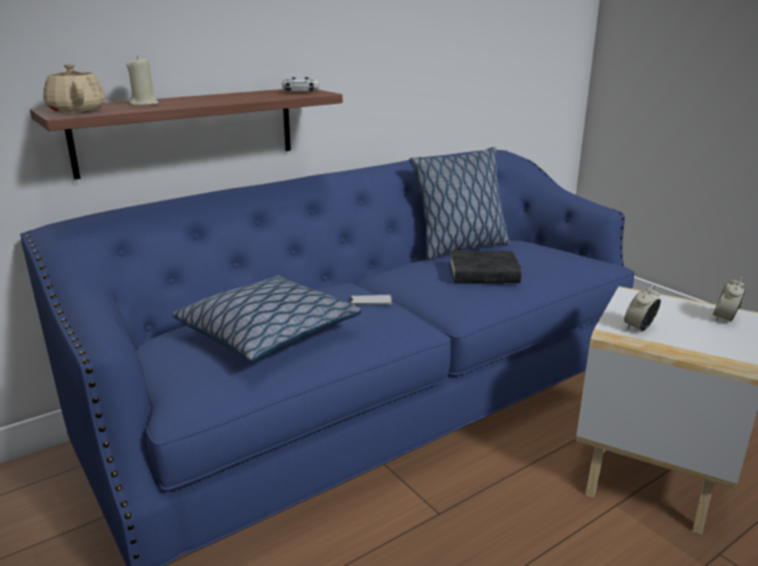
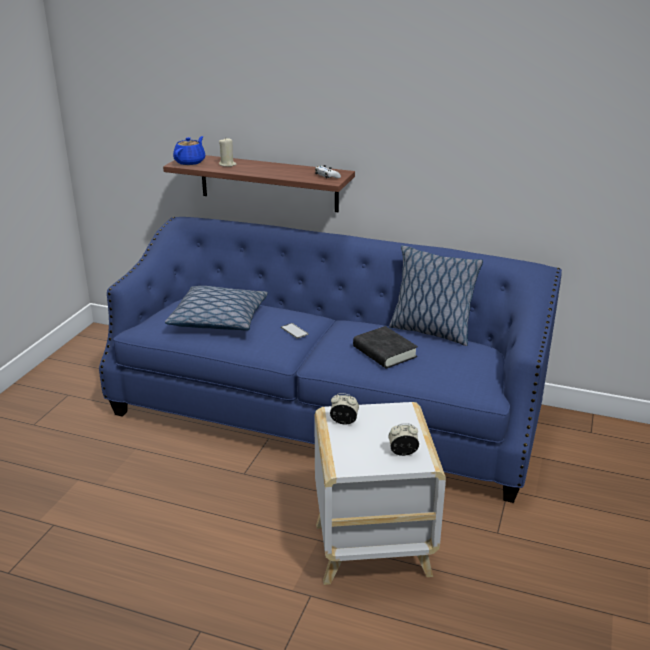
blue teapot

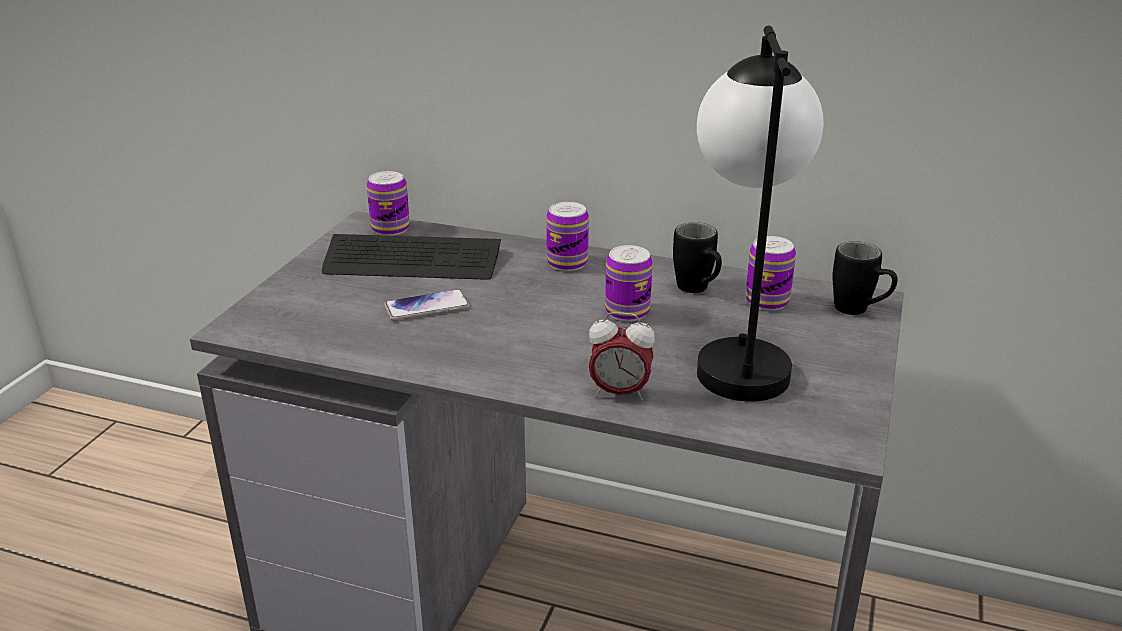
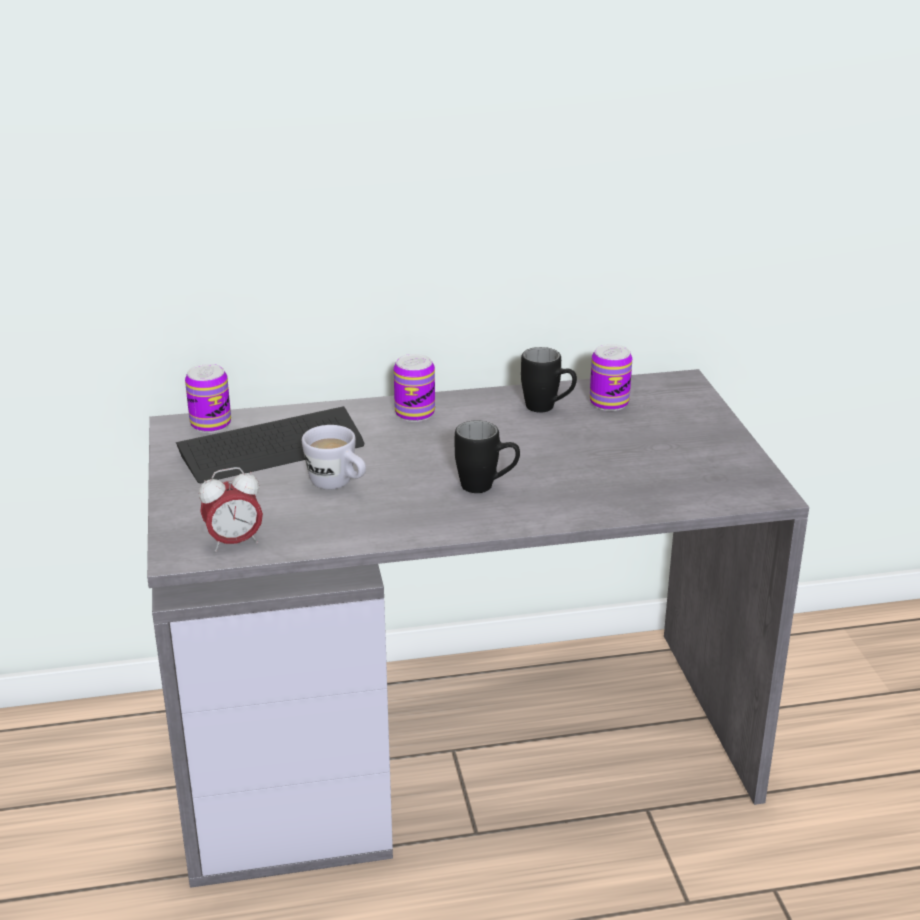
table lamp; black mug (1st from left); can (3rd from left in the first image); white mug; alarm clock

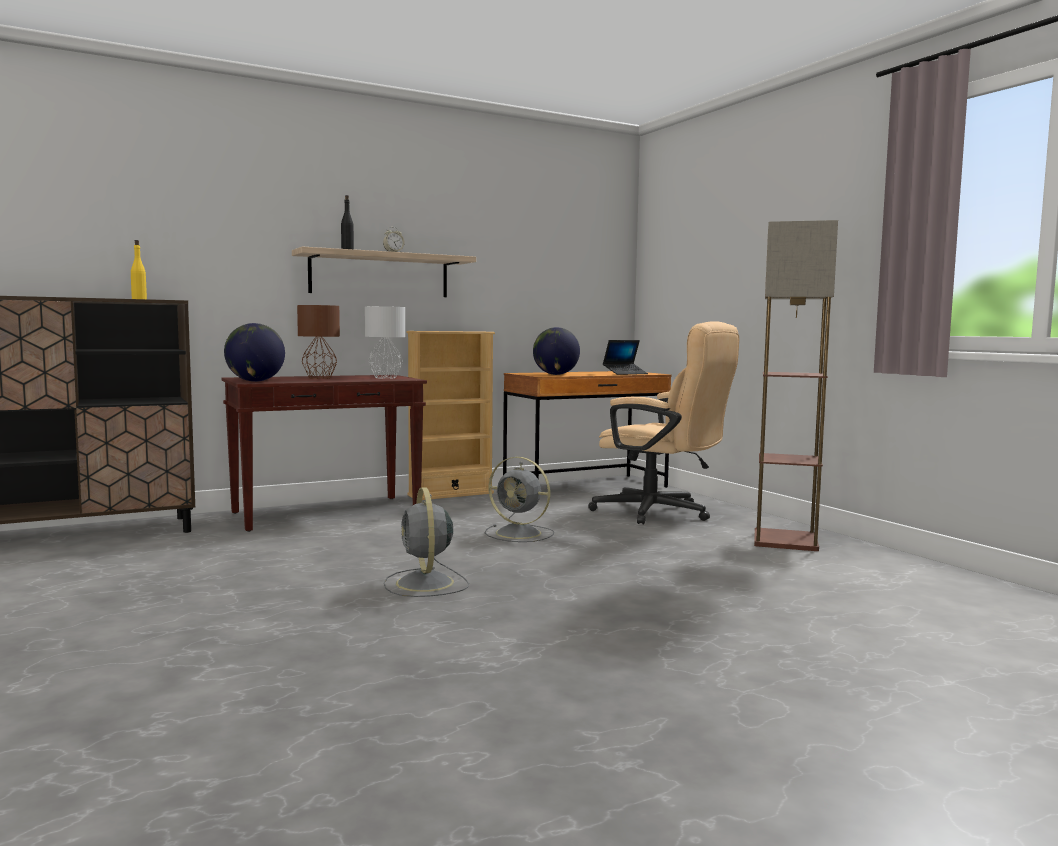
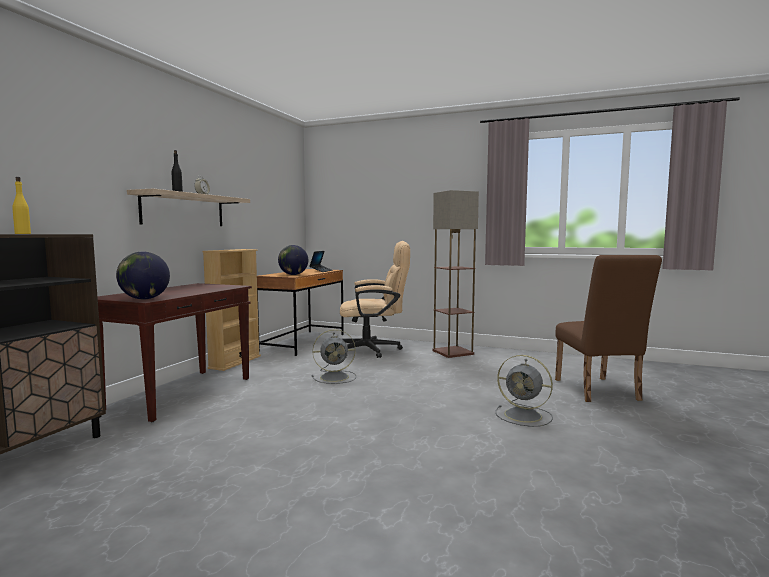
brown table lamp; grey table lamp; grey fan (2nd from left); brown chair

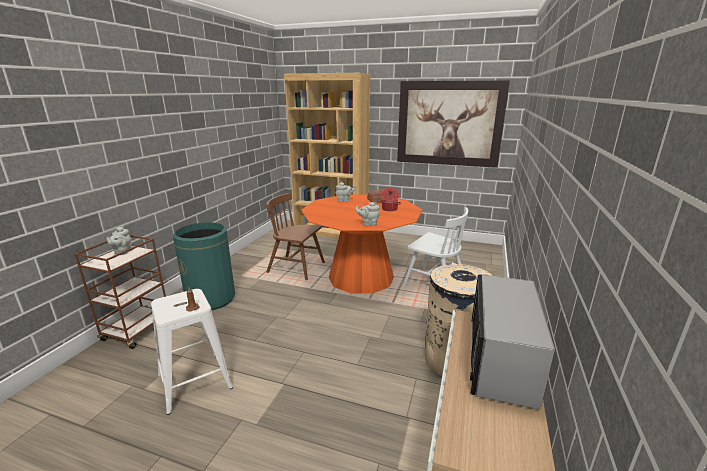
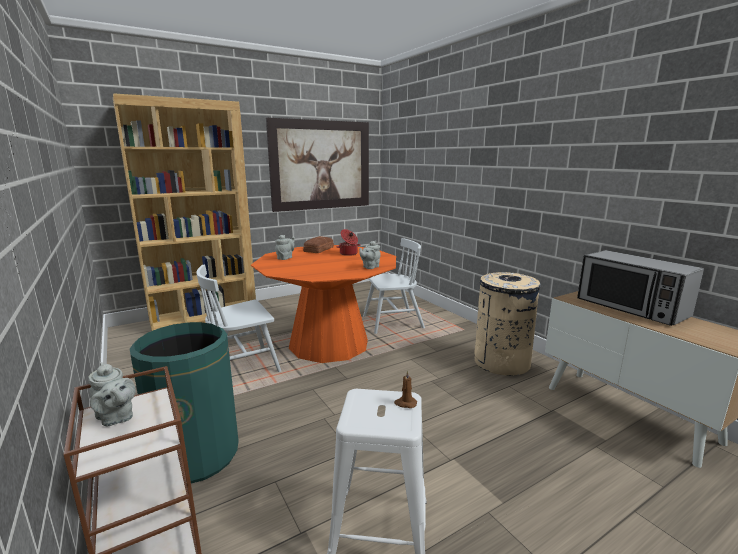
white chair (1st from left)

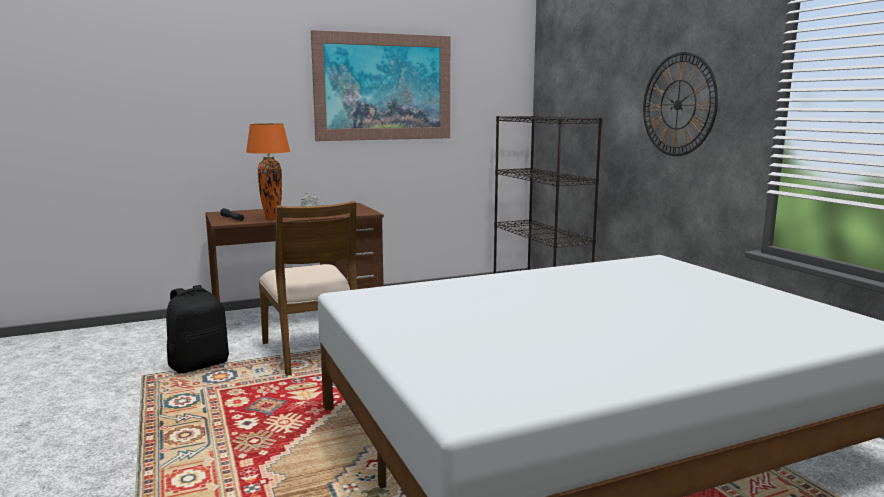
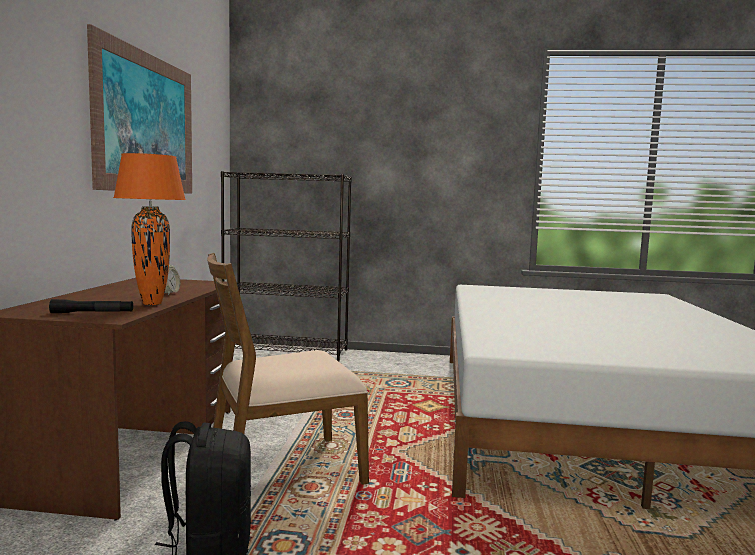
wall clock; brown chair

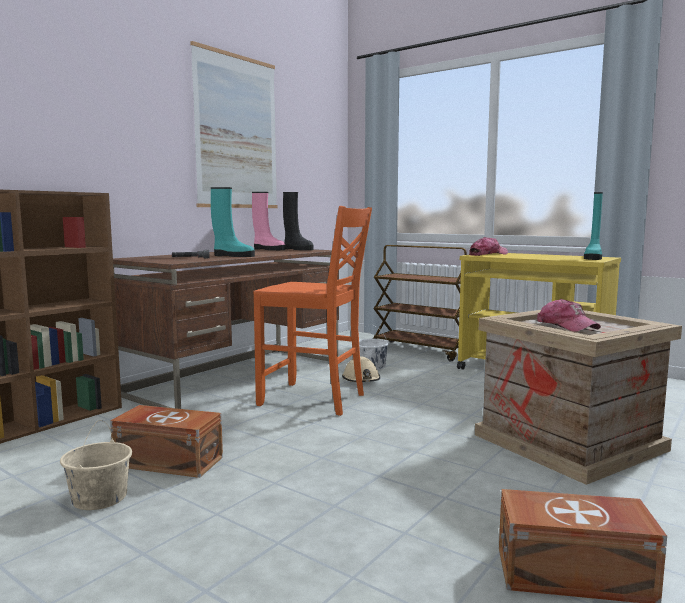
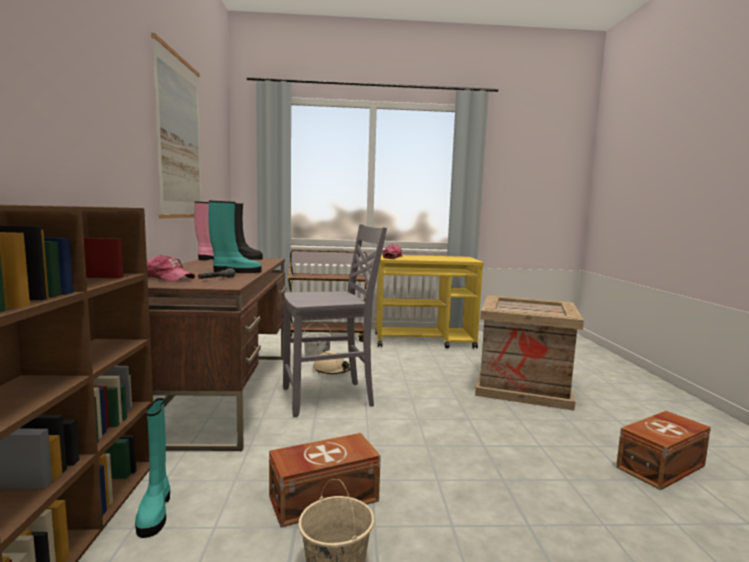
turquoise boot (1st from left); grey chair; cap (1st from left)

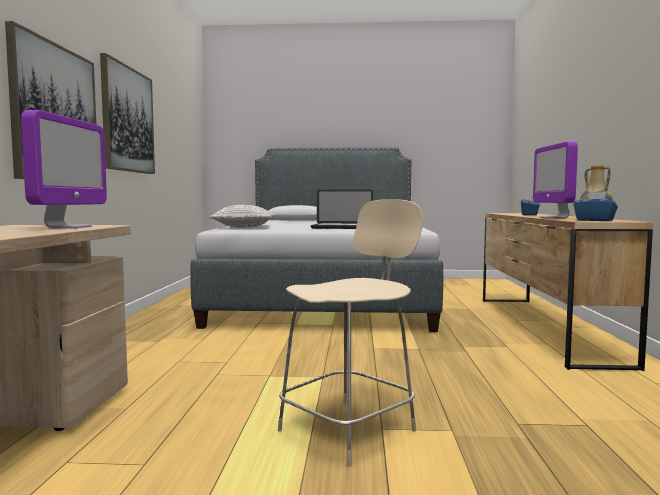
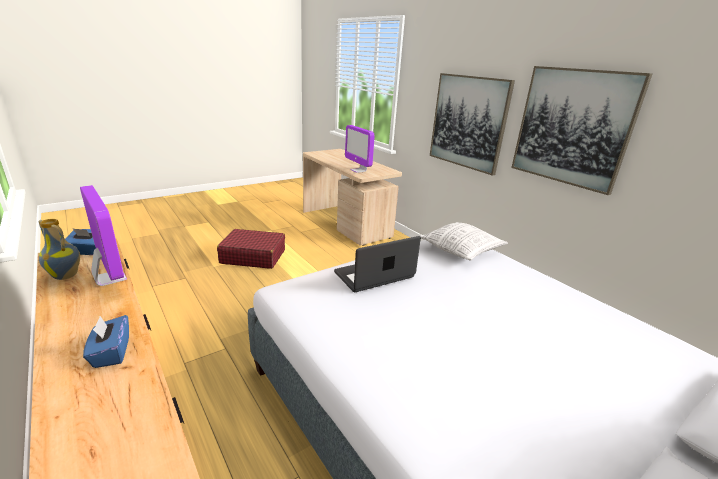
red suitcase

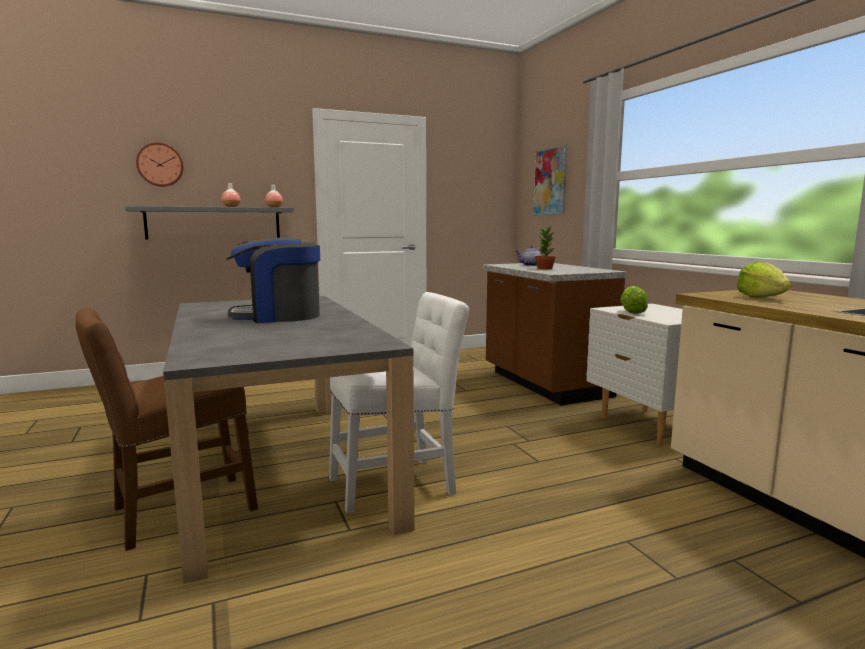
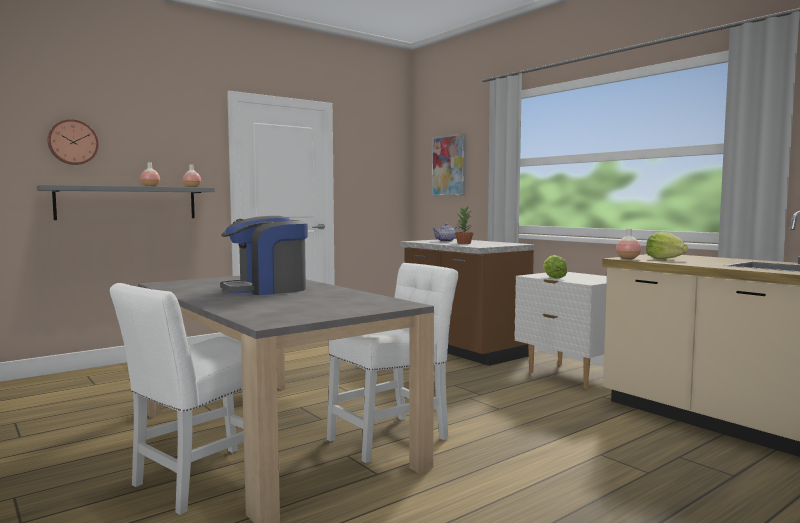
white chair (1st from left); vase (3rd from left)

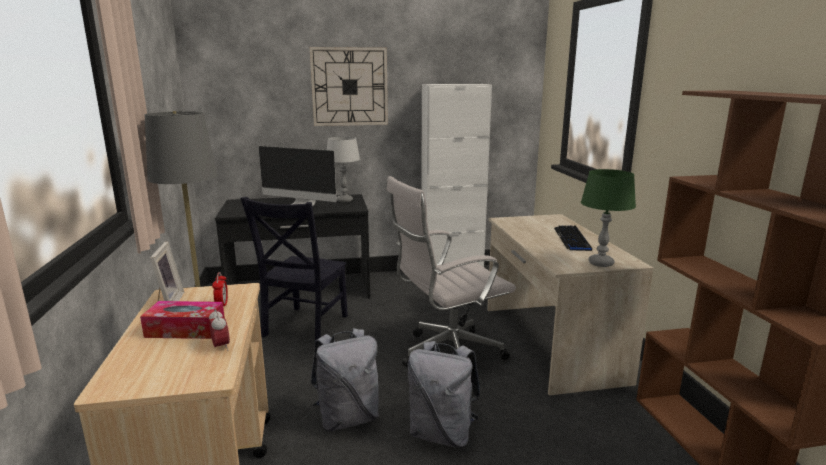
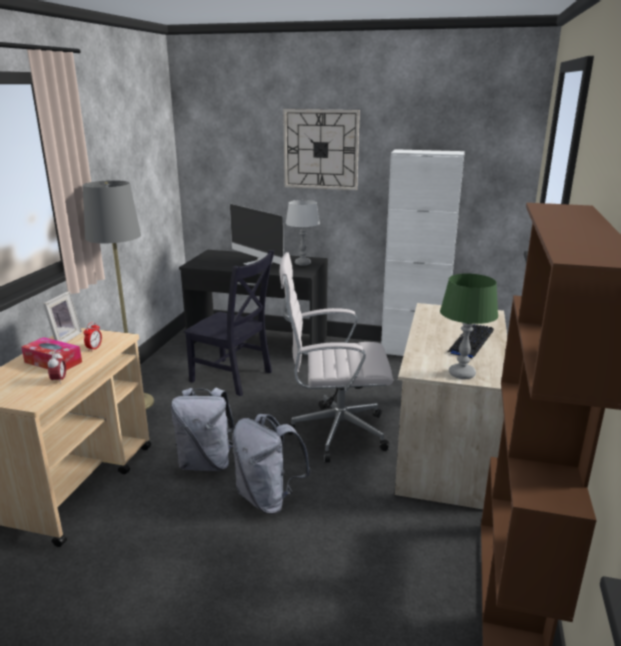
black chair

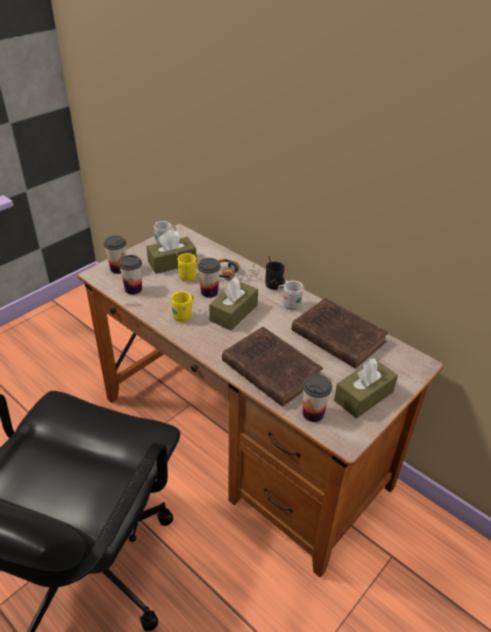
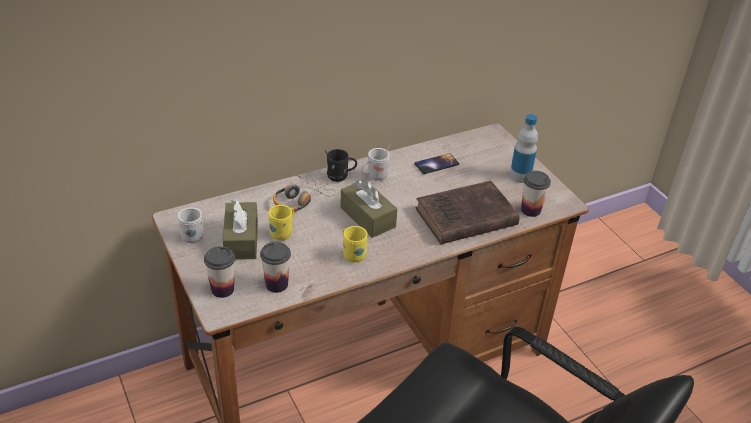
cup (3rd from left in the first image); phone; bottle

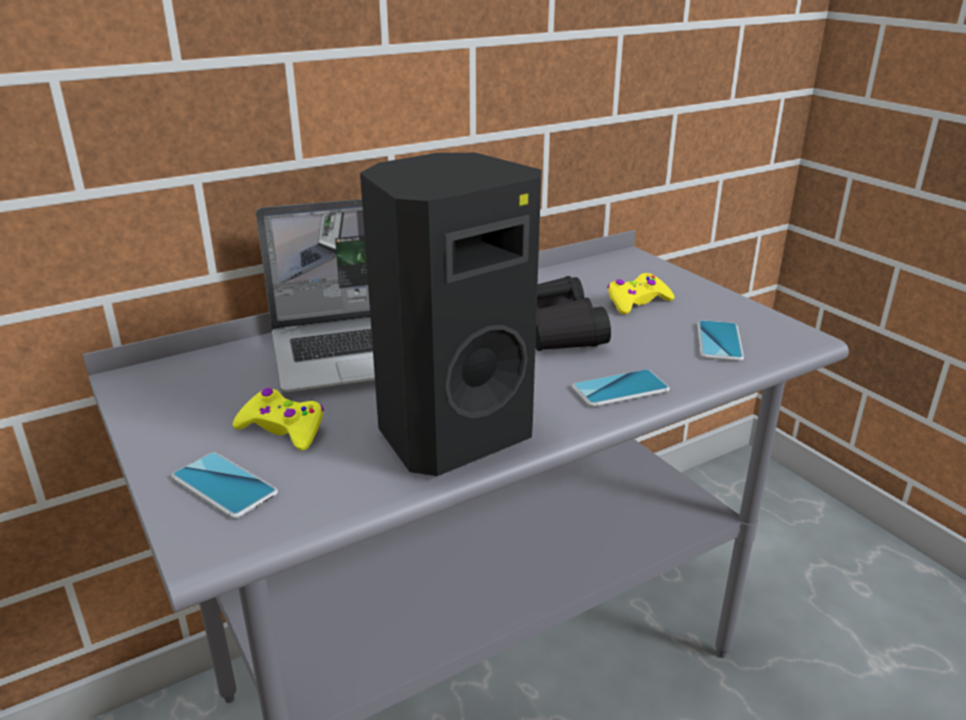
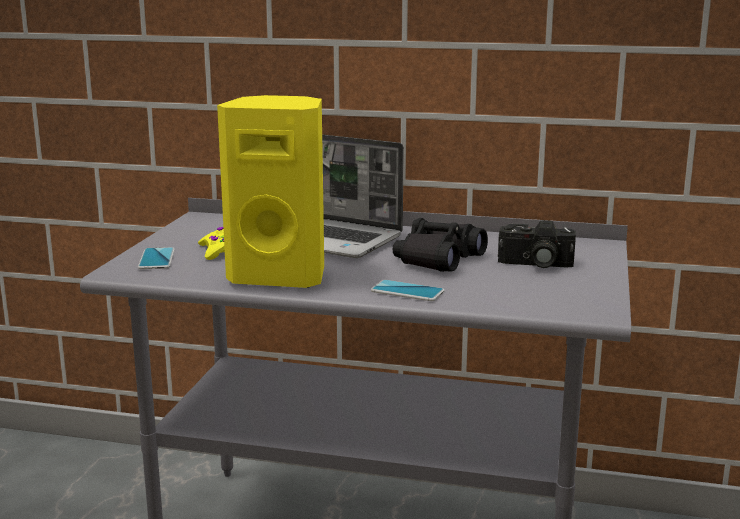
yellow speaker; photo camera; phone (3rd from left in the first image)

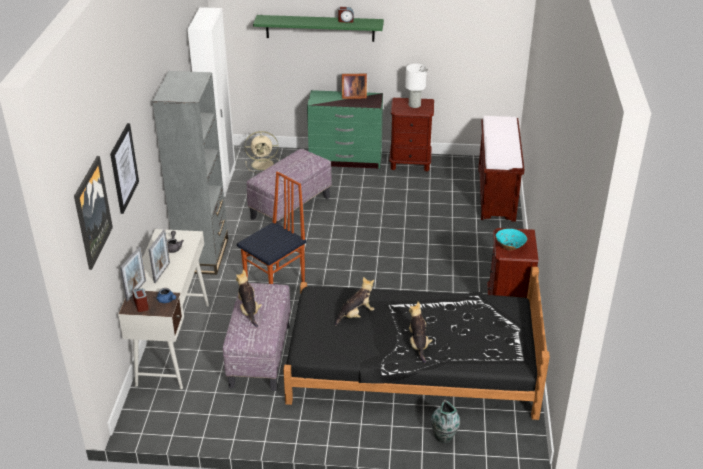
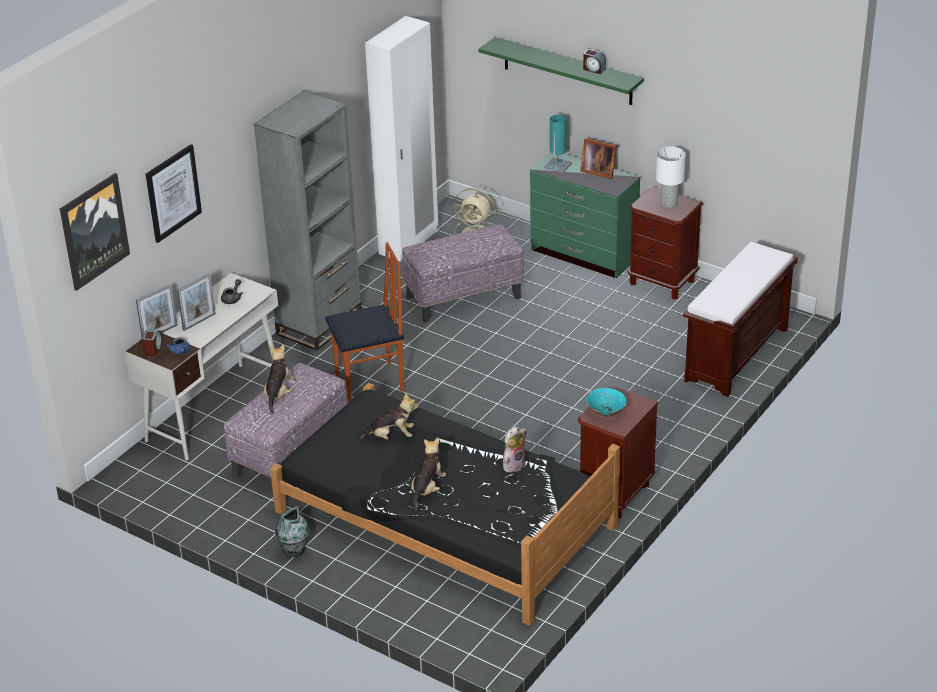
vase; turquoise table lamp; plush toy (4th from left)

